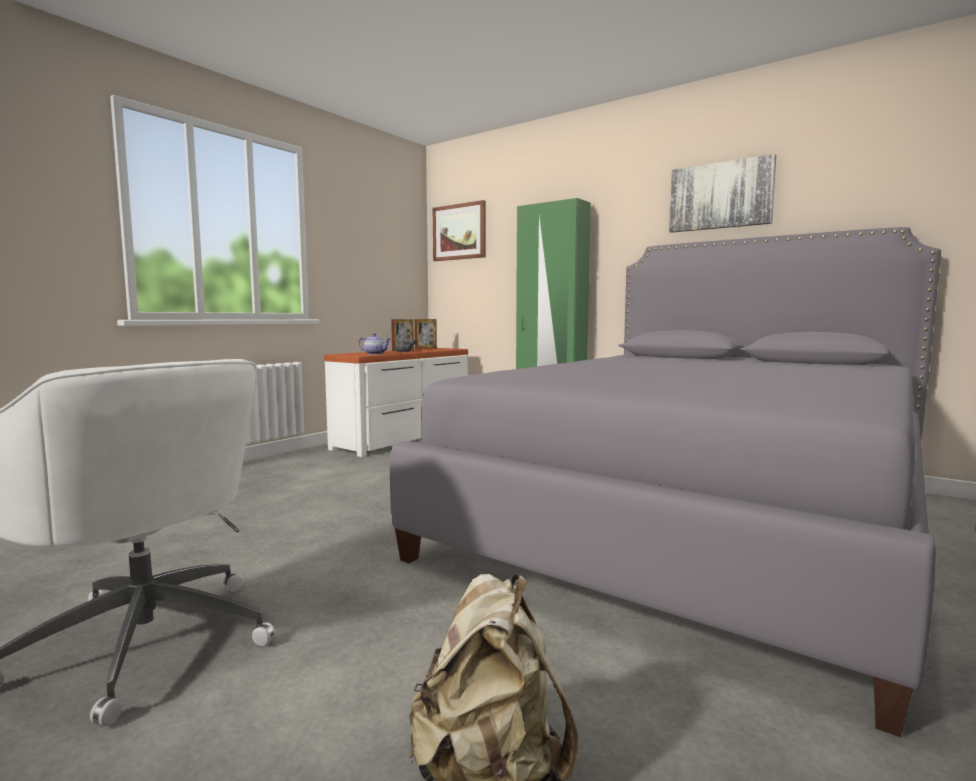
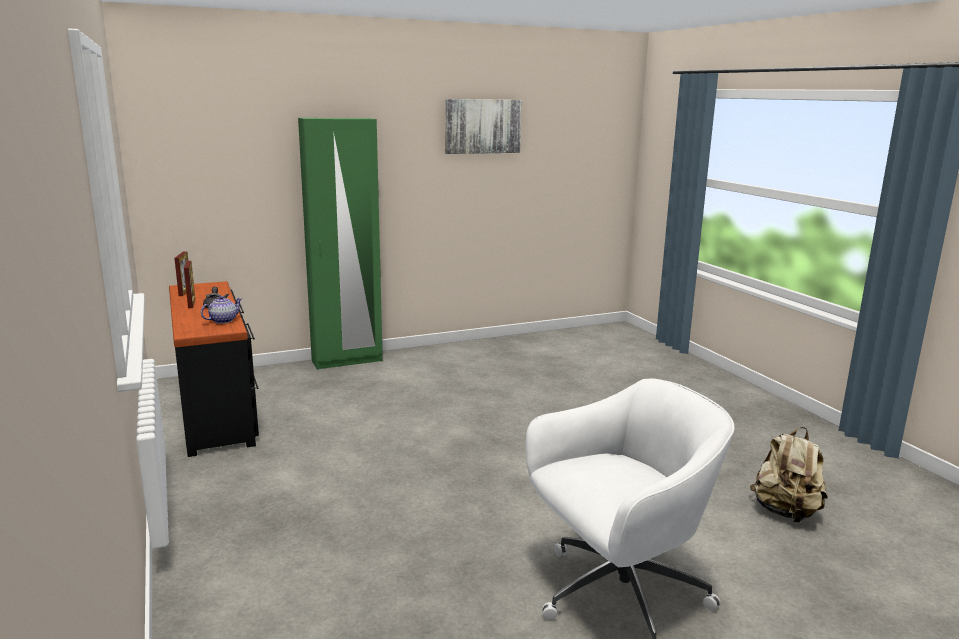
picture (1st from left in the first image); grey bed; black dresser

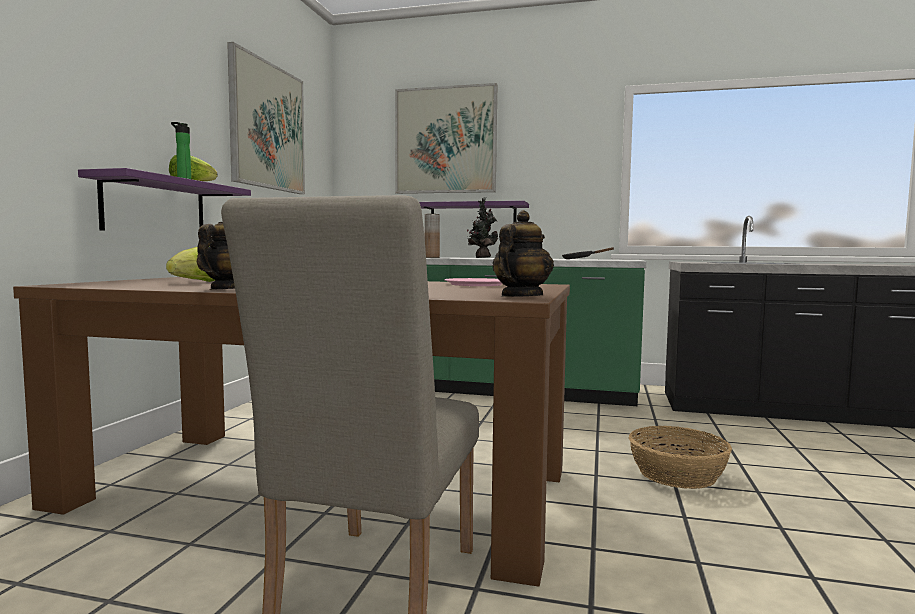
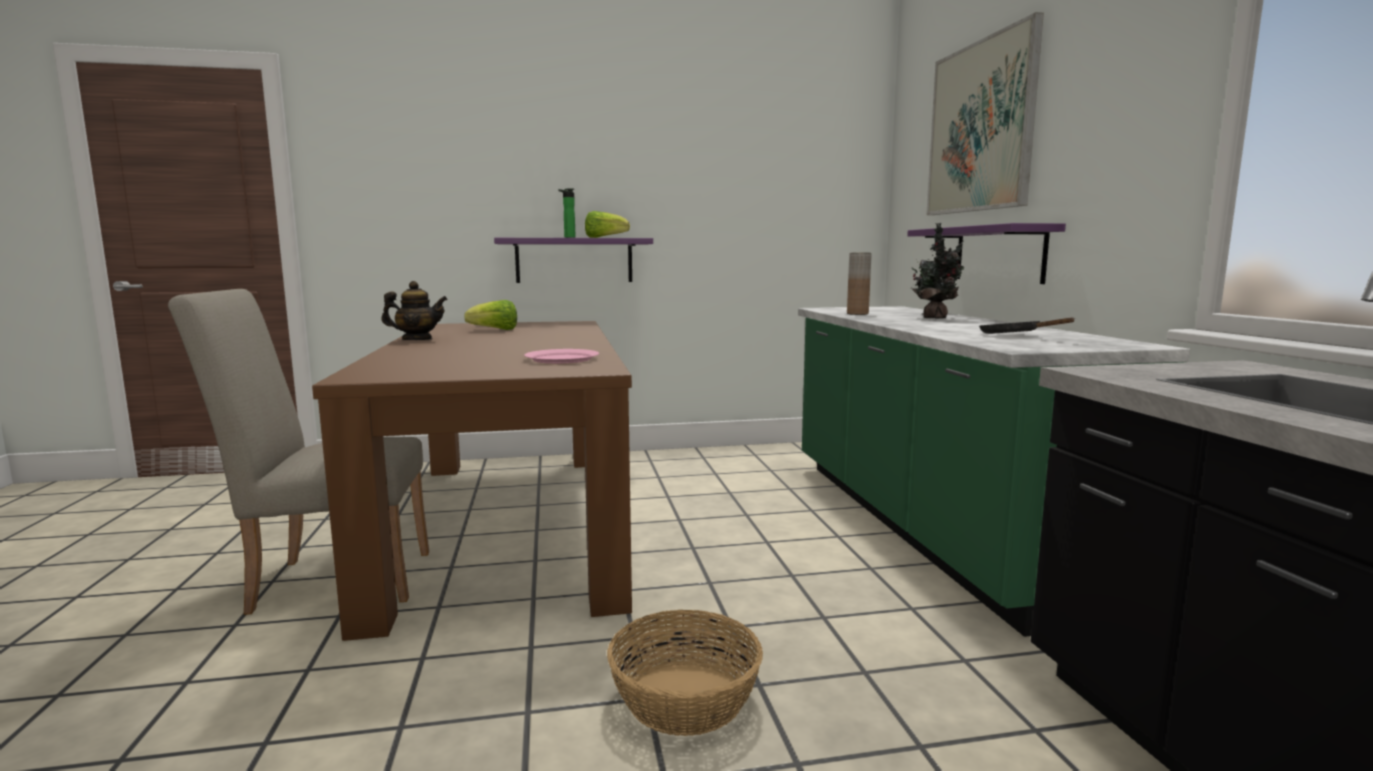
picture (1st from left in the first image); teapot (2nd from left in the first image)

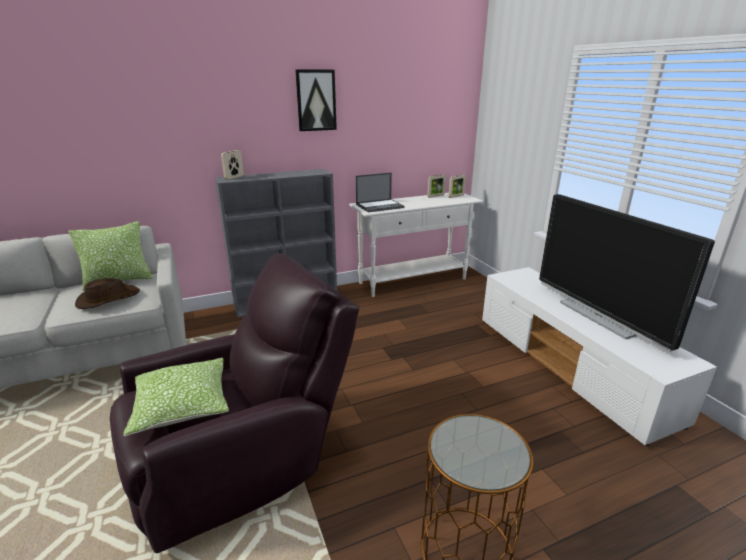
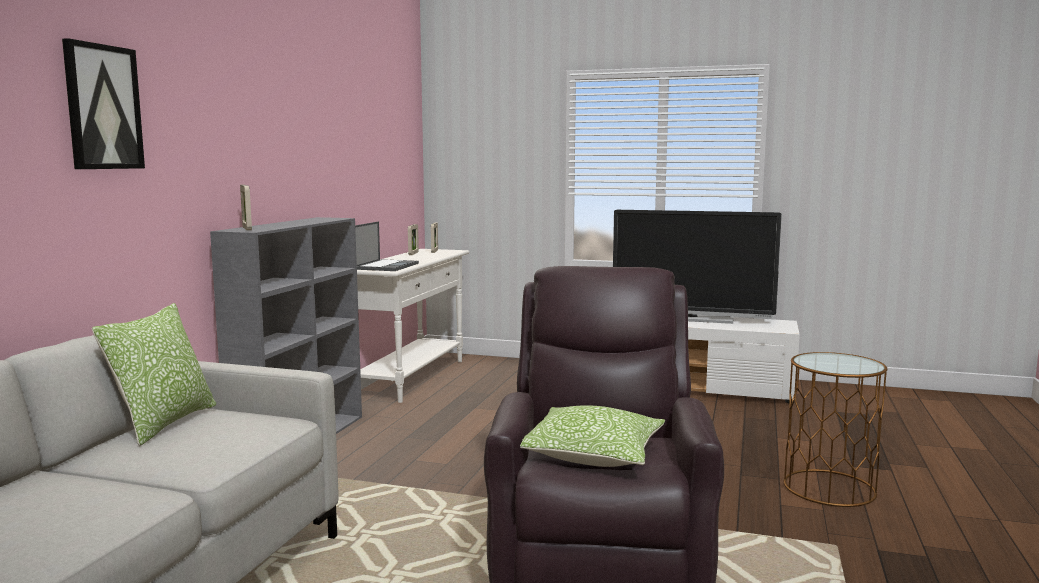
picture; brown hat

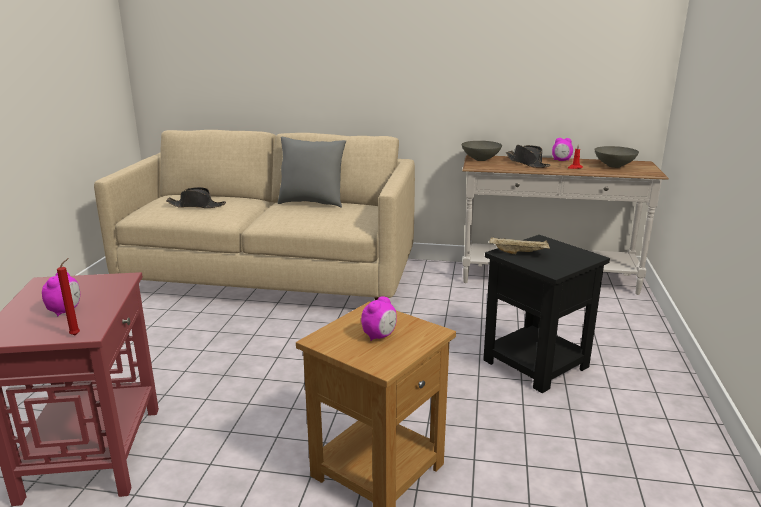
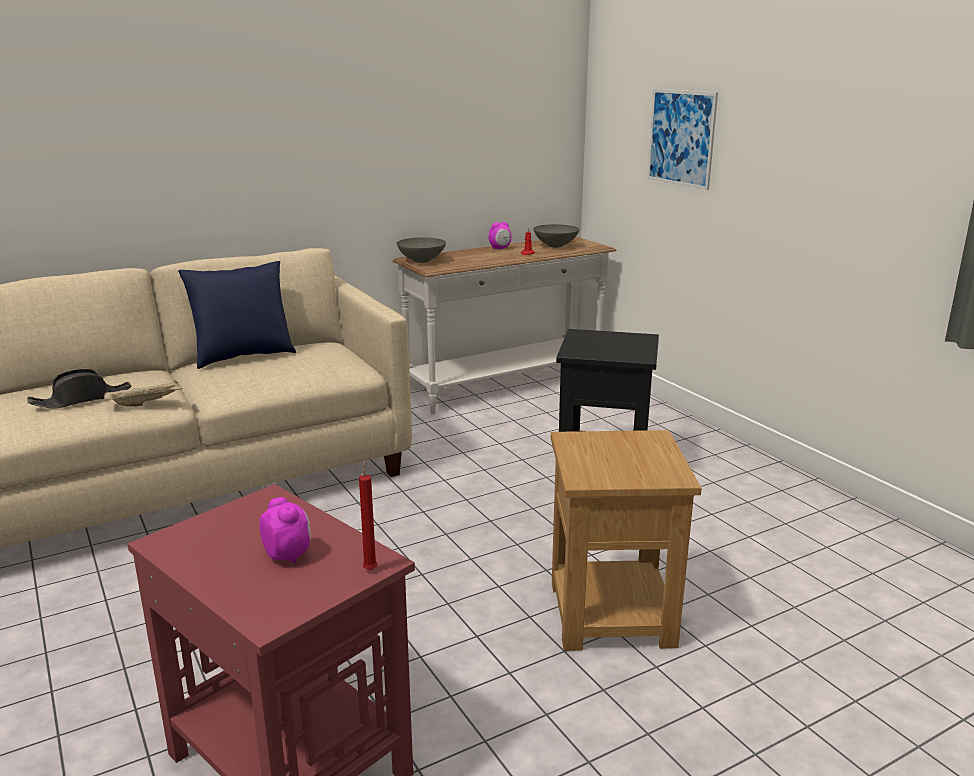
blue pillow; black hat (2nd from left in the first image); beige tray; alarm clock (2nd from left in the first image); picture

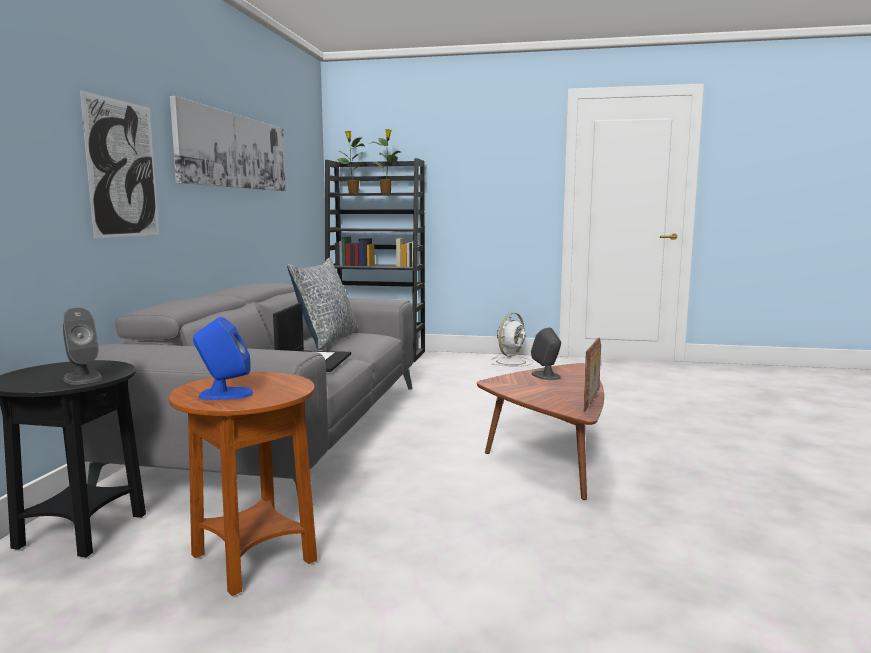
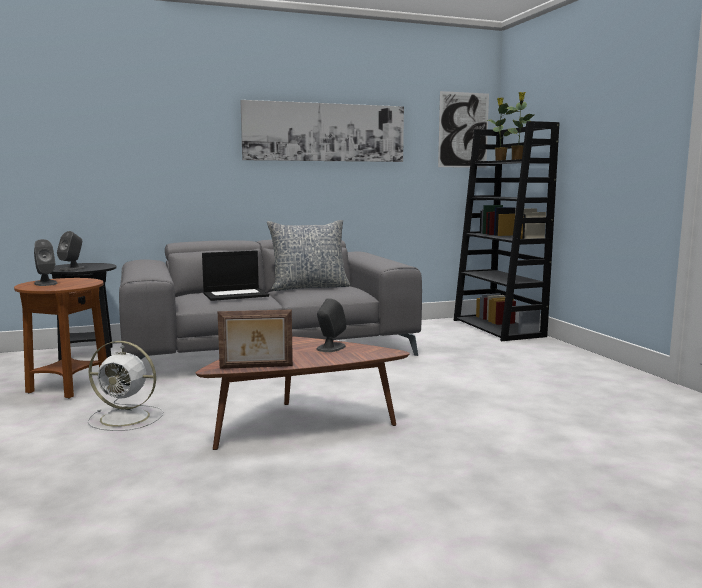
picture (2nd from left); white fan; grey speaker (1st from left)

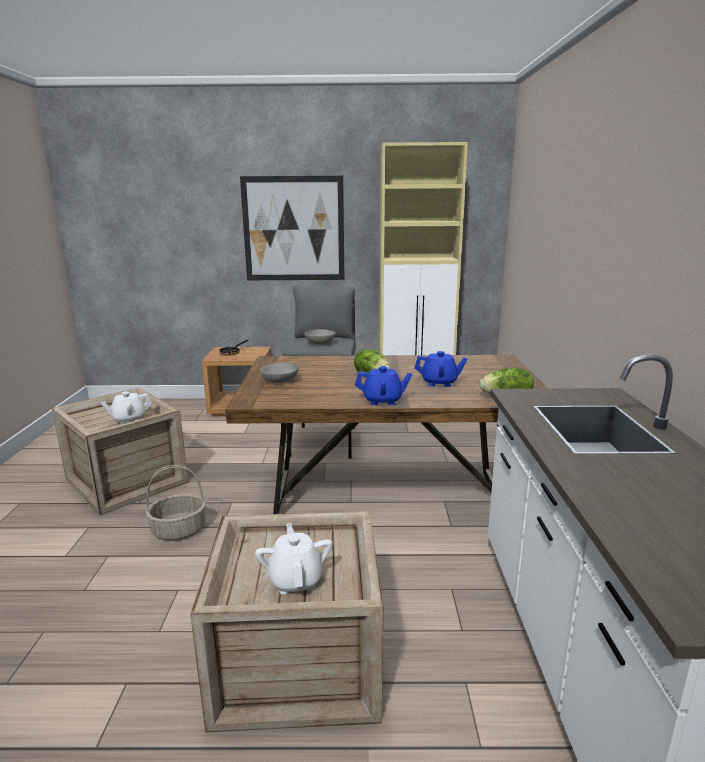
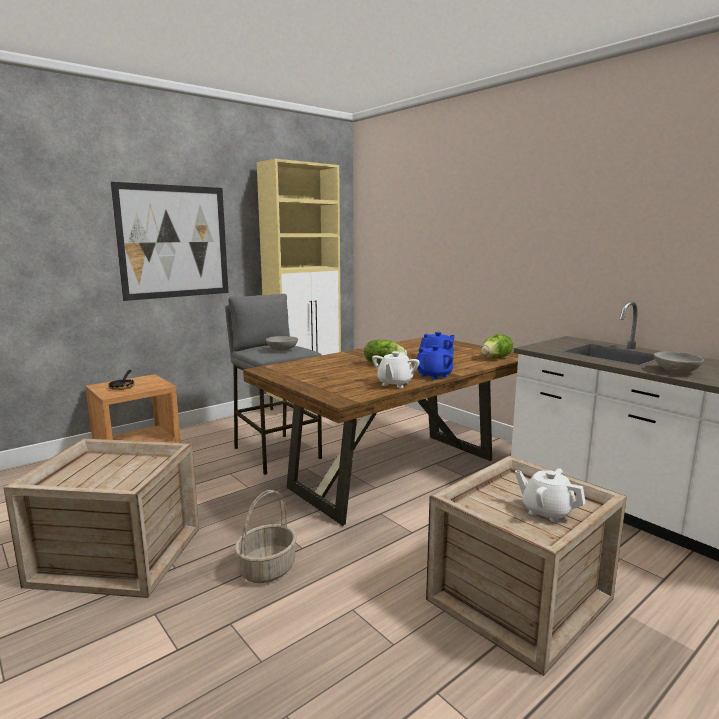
grey bowl (2nd from left); white teapot (1st from left)

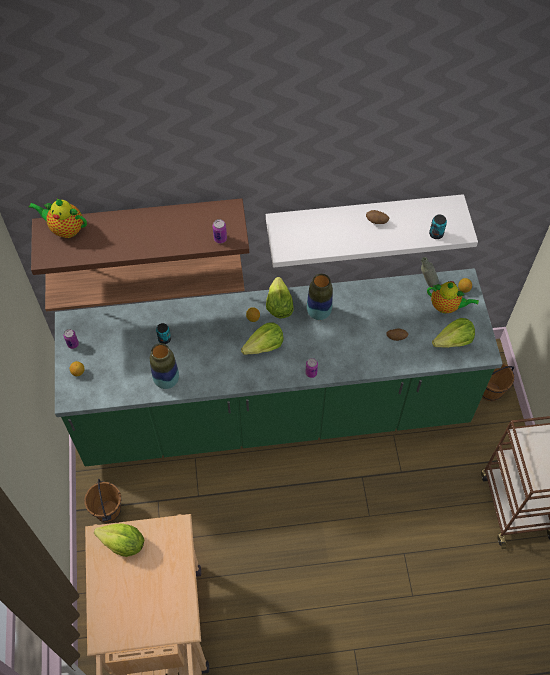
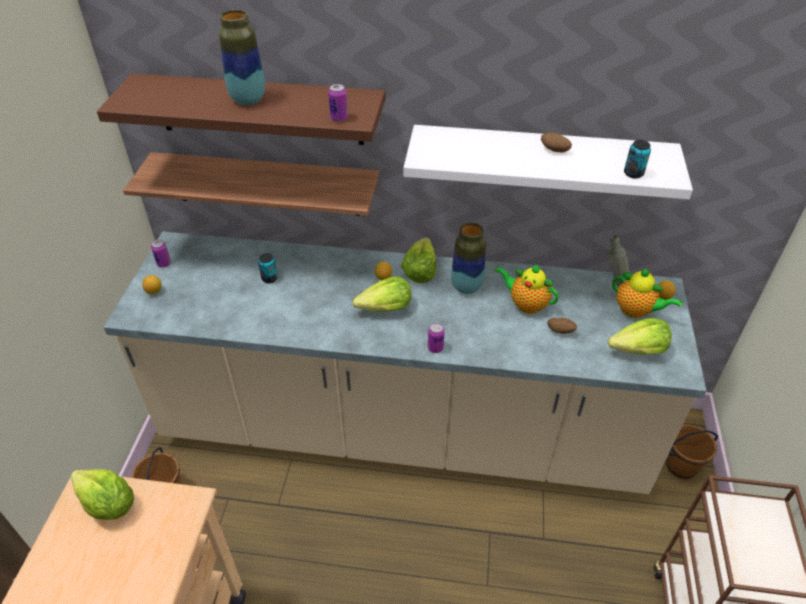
teapot (1st from left); beige counter; vase (1st from left)

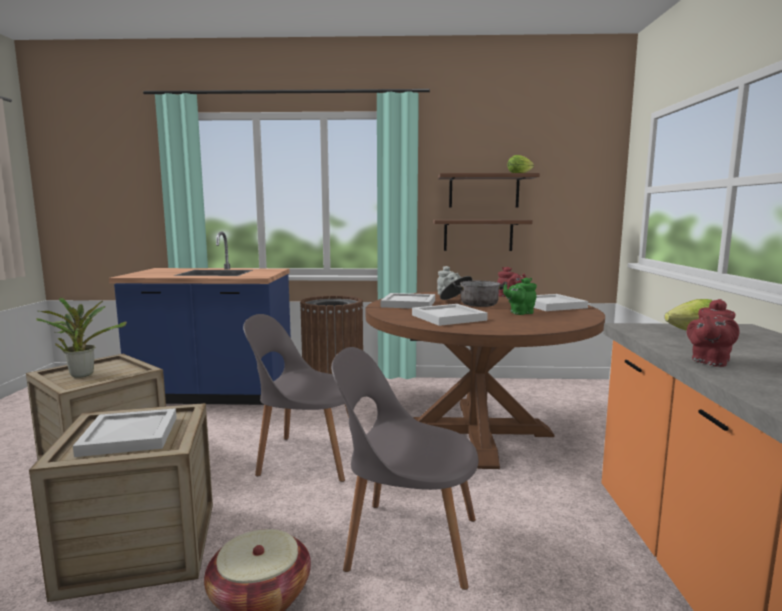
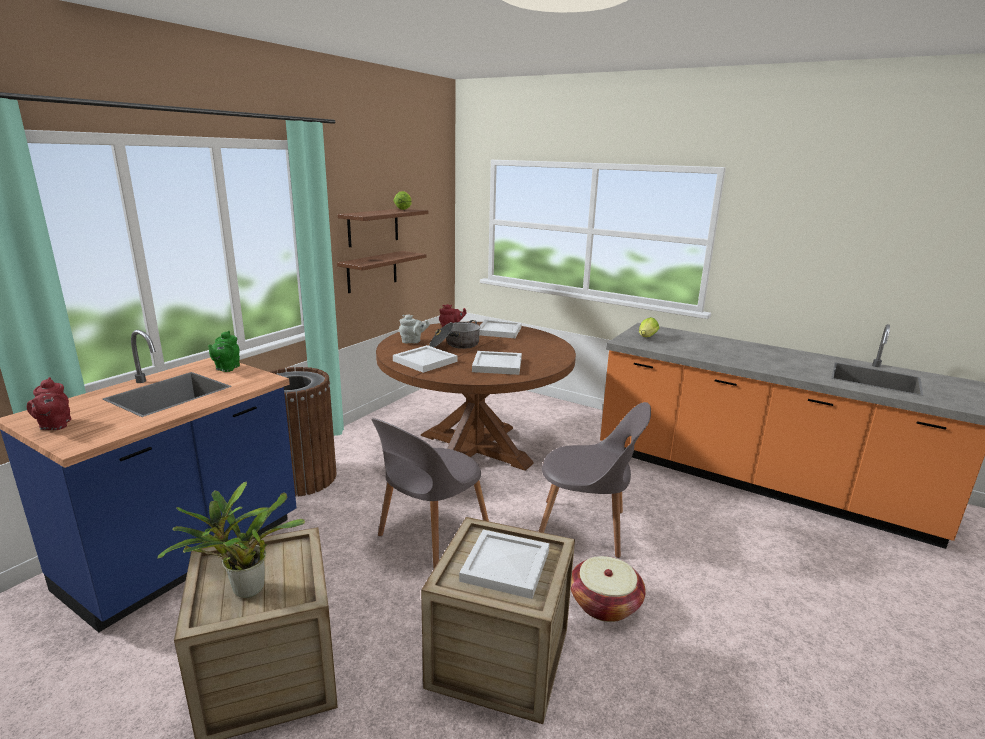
green teapot; red teapot (1st from left); grey chair (2nd from left)

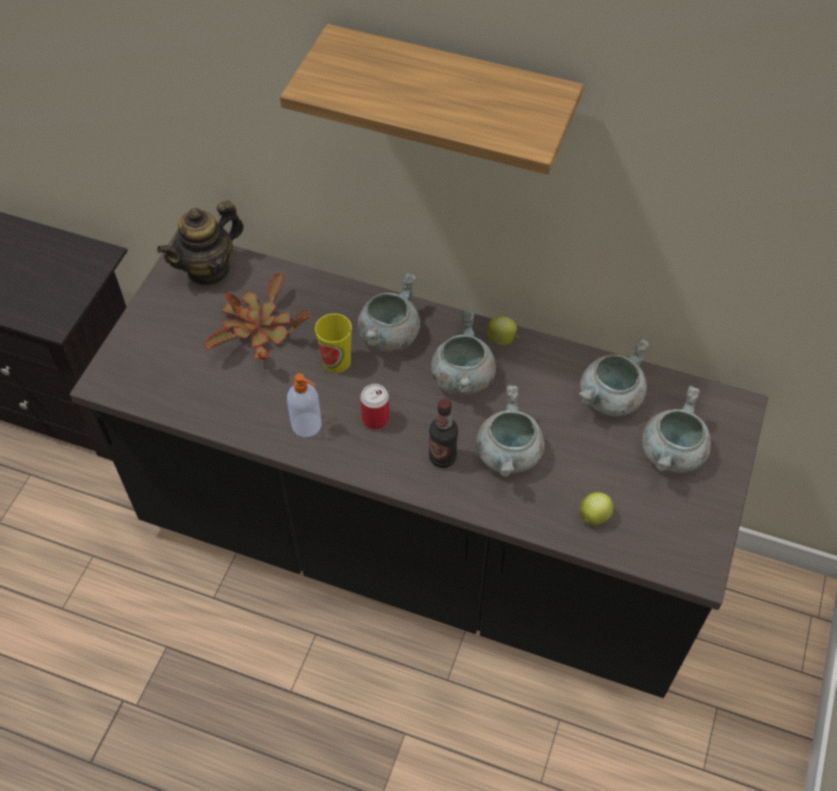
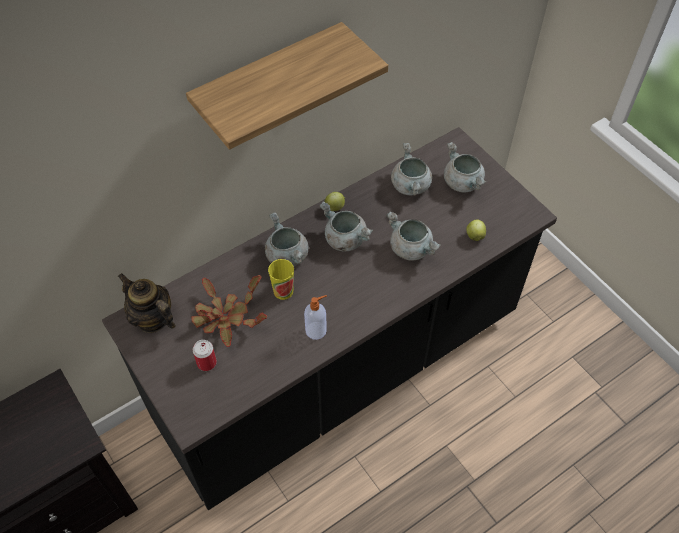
teapot; can; bottle

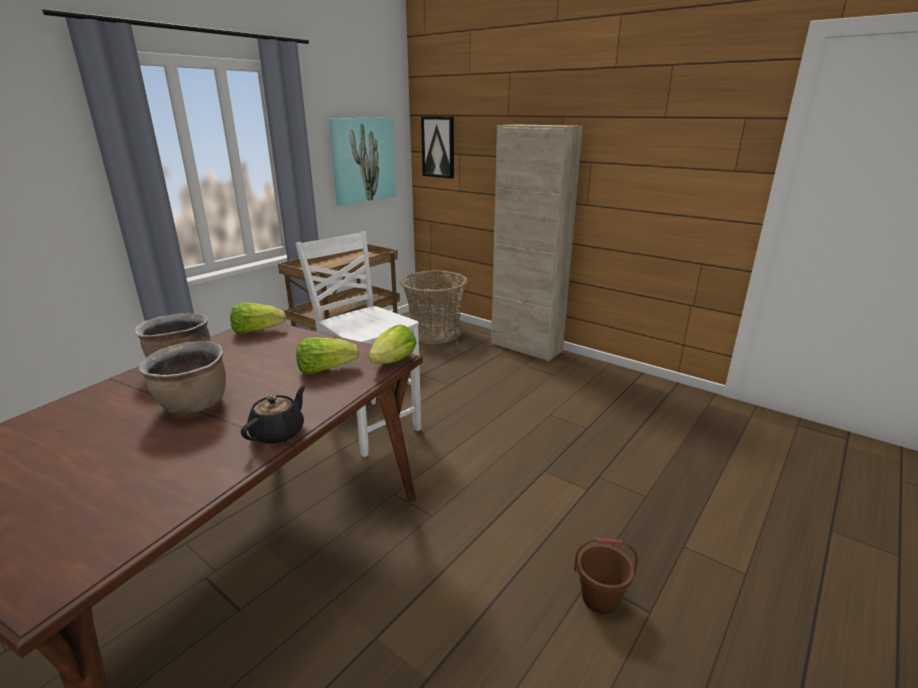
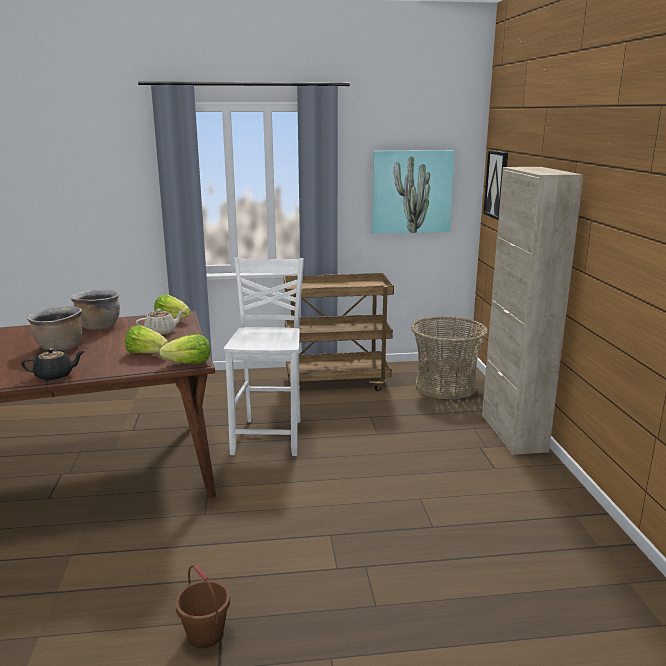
beige teapot

